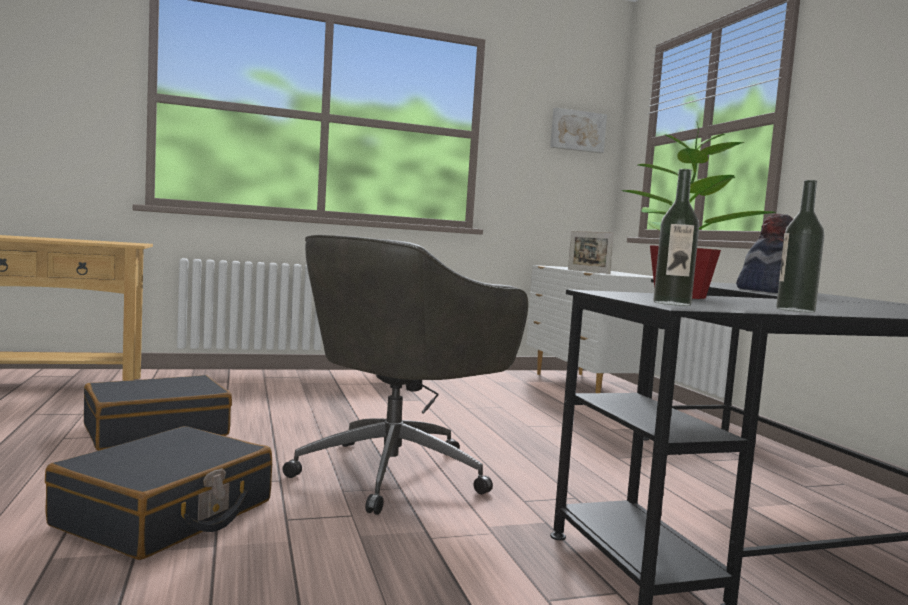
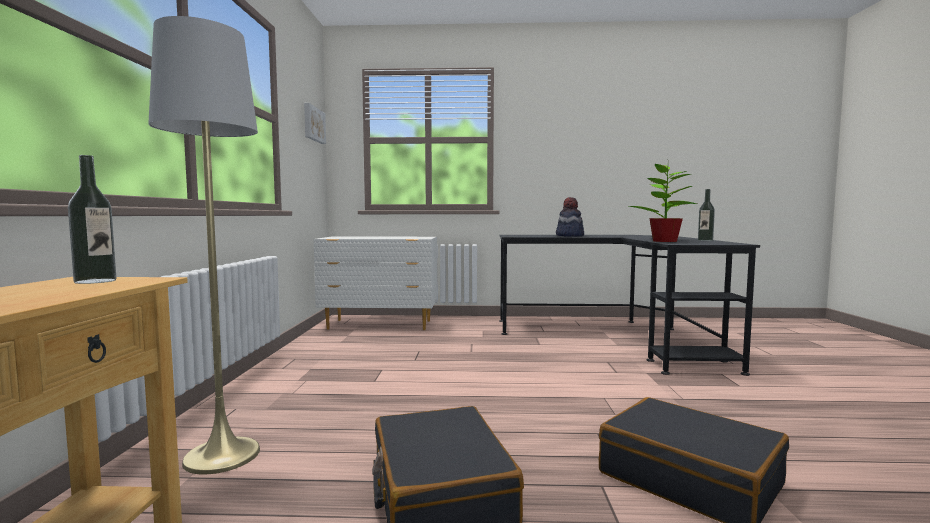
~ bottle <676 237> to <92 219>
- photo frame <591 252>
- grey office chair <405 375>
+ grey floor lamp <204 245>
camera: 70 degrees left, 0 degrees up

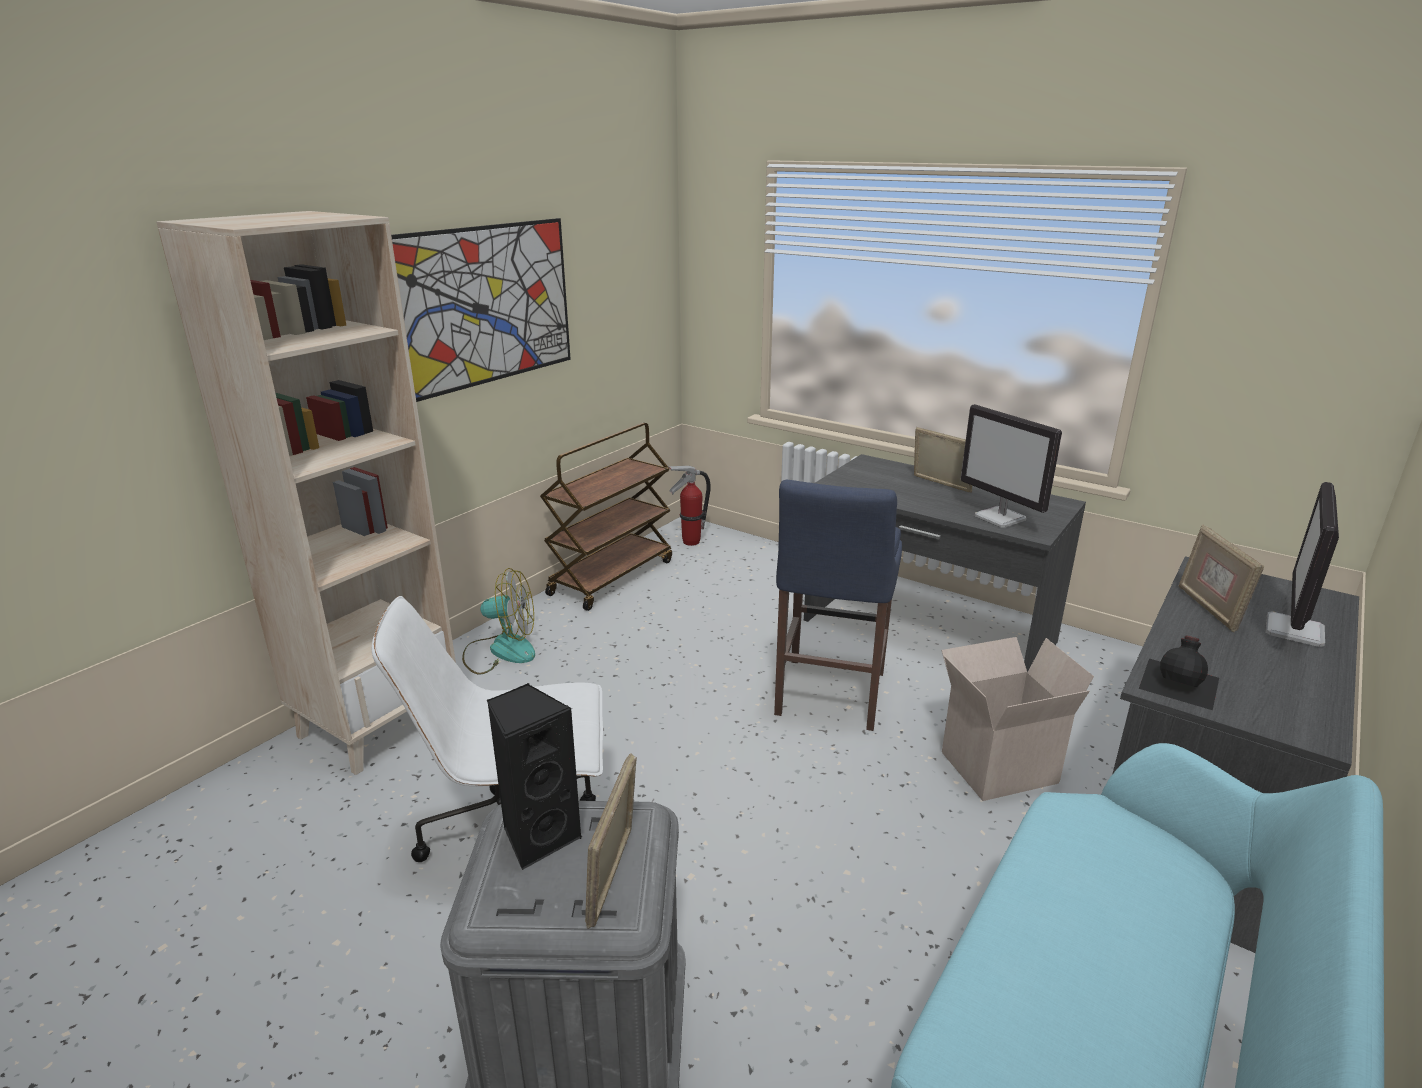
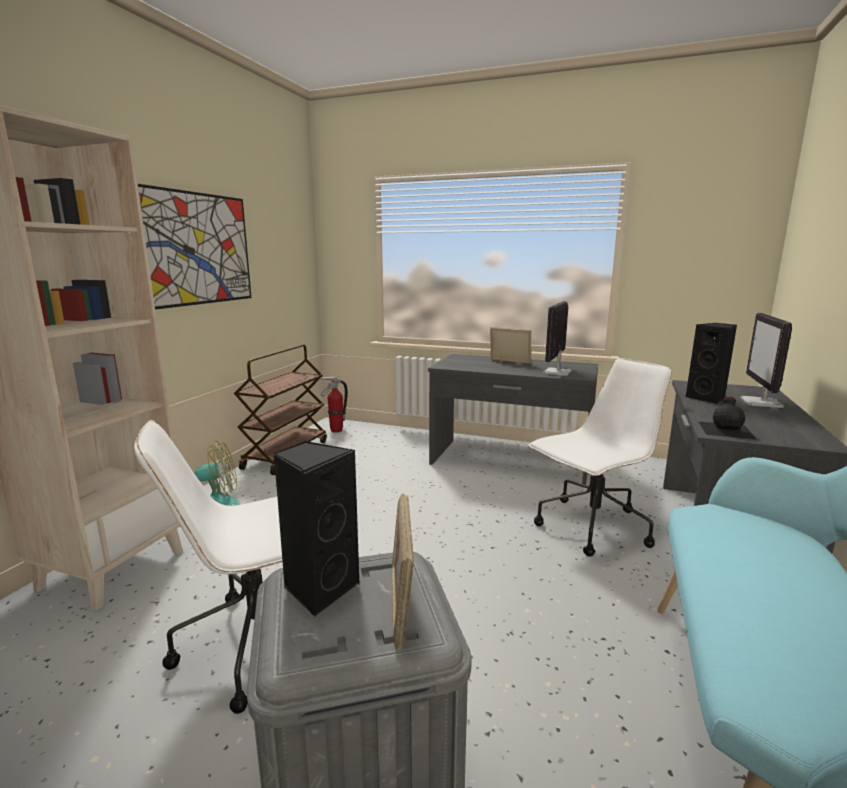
~ computer screen <1011 466> = <557 338> 75 degrees clockwise
- blue stool <838 605>
~ photo frame <1221 578> to blackish audio speaker <711 363>
~ carton <1017 719> to white office chair <600 457>
camera: 15 degrees left, 10 degrees down

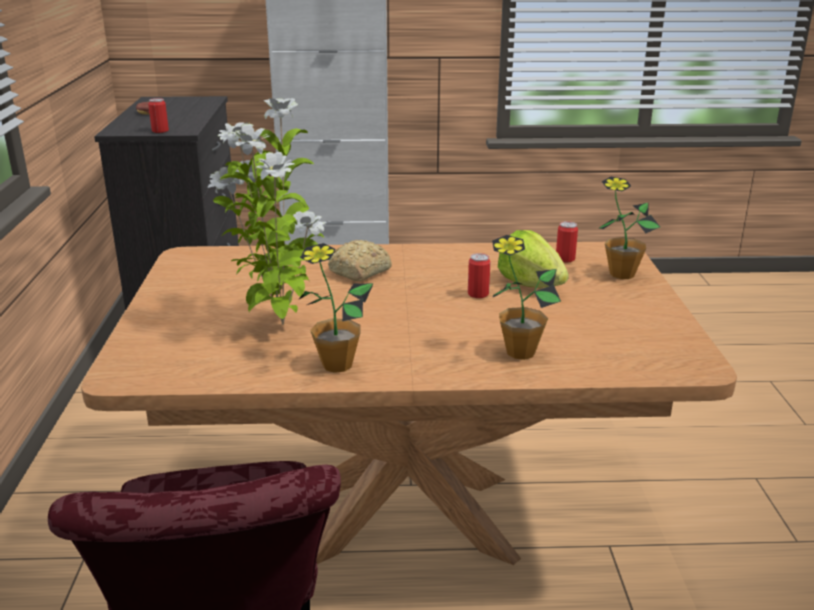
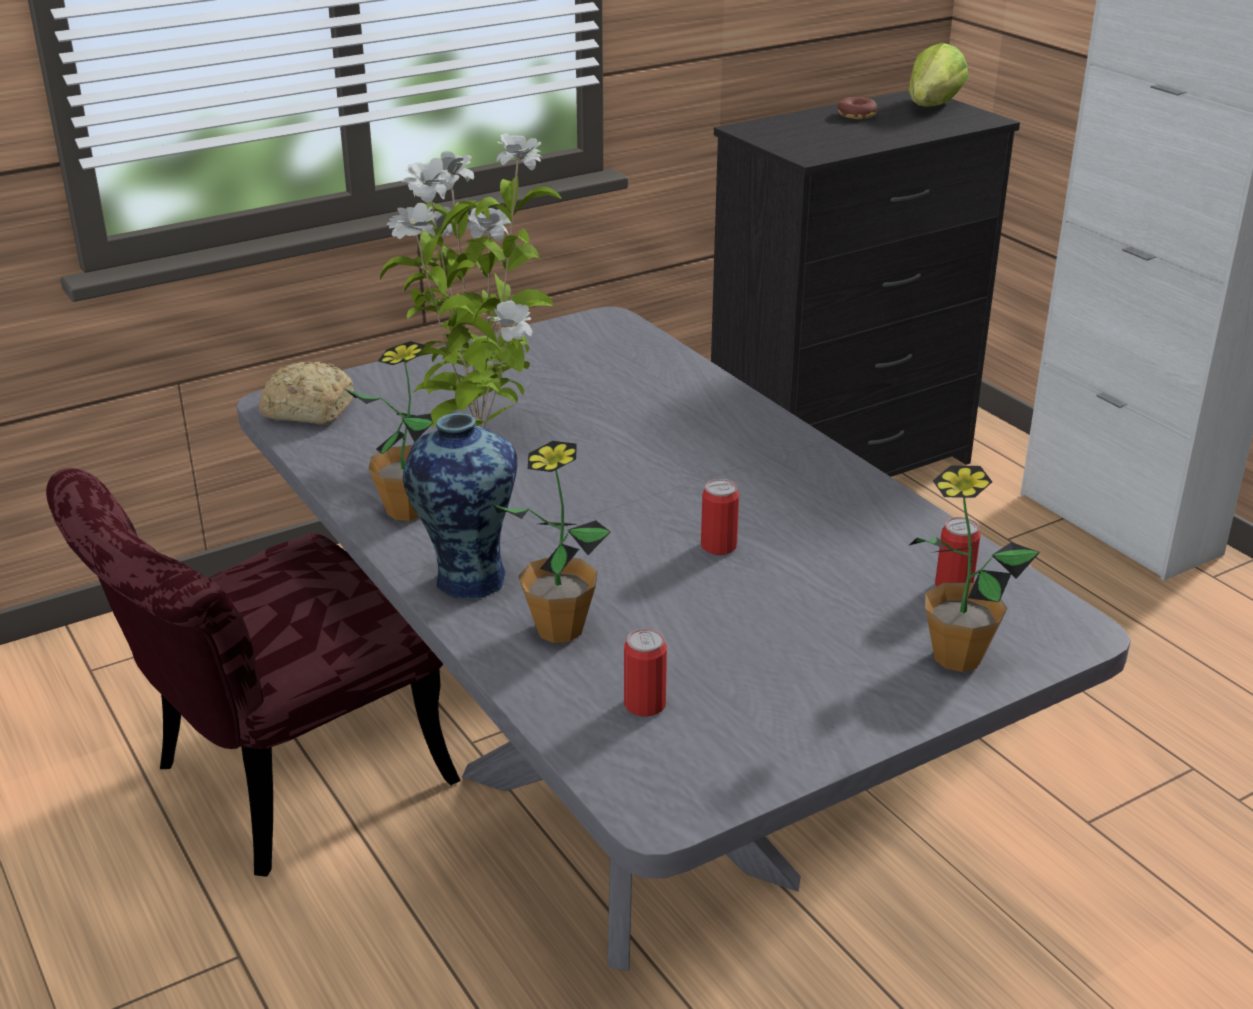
~ sealed can <158 115> to <645 672>
~ head of lettuce <533 259> to <938 75>
~ bread <360 260> to <306 392>
~ brown dining table <409 403> to grey dining table <684 639>
+ vase <460 506>
camera: 60 degrees right, 5 degrees up

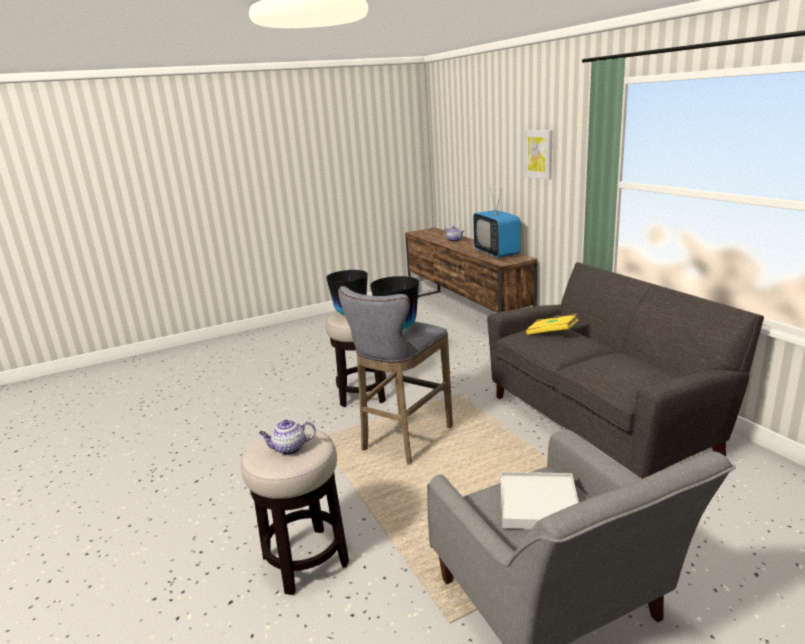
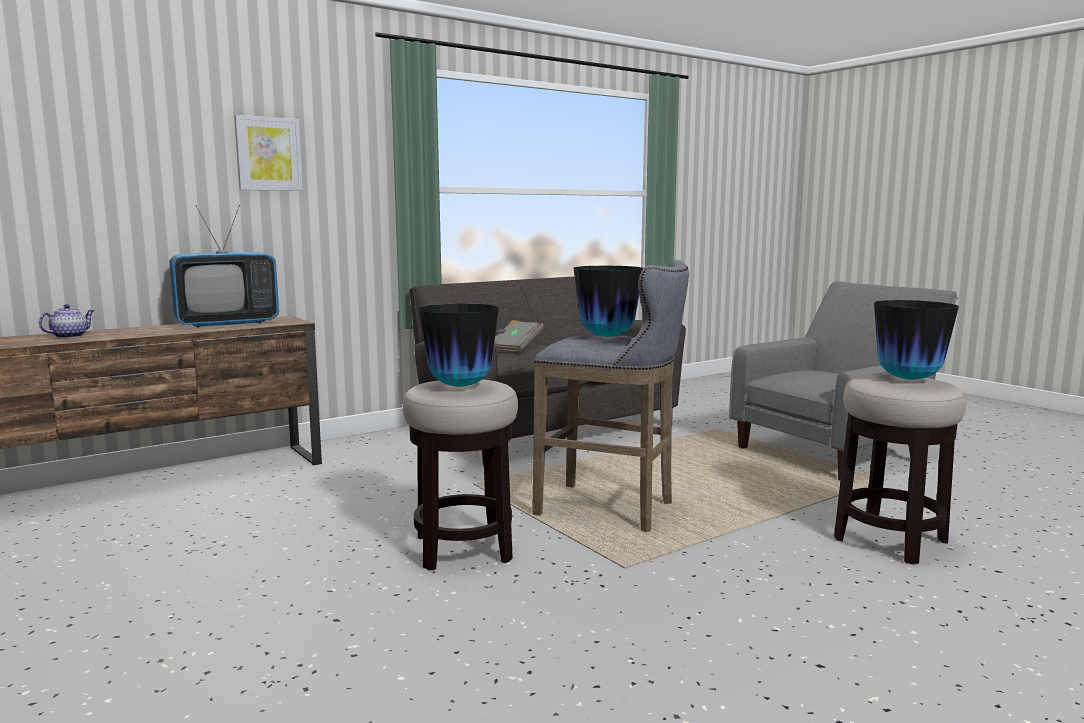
~ yellowish volume <552 324> to grey volume <519 336>
~ pot for tea <287 437> to vase <916 340>
- white carrying tray <539 500>
camera: 100 degrees left, 10 degrees down

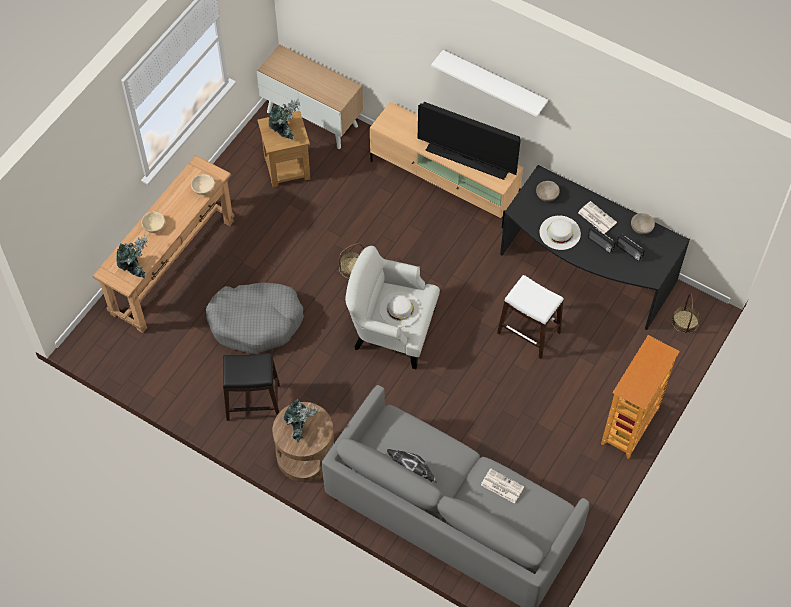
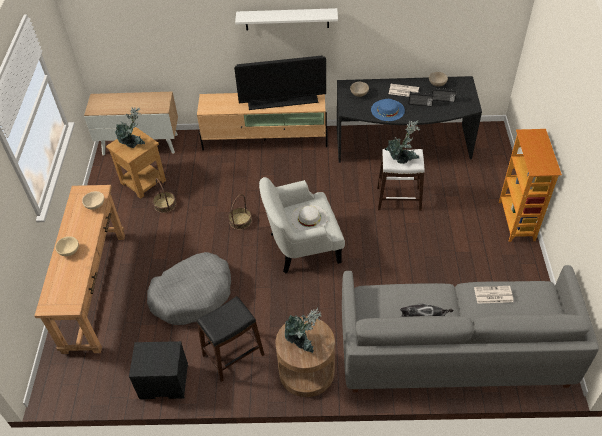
~ white clothing hat <560 232> to blue clothing hat <388 110>
~ potted plant <132 256> to <403 142>
~ basket <686 313> to <164 195>
+ blackish night table <158 370>
camera: 30 degrees left, 10 degrees down

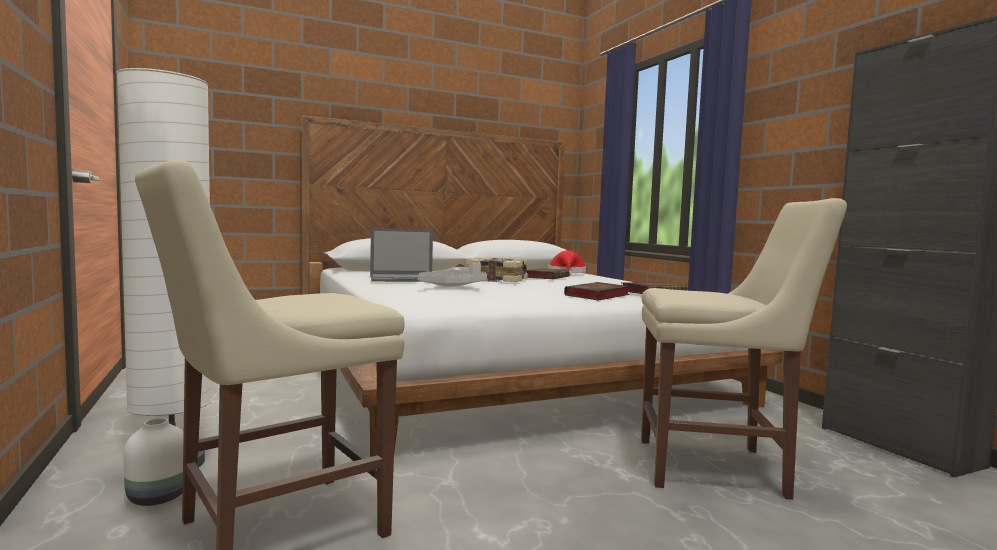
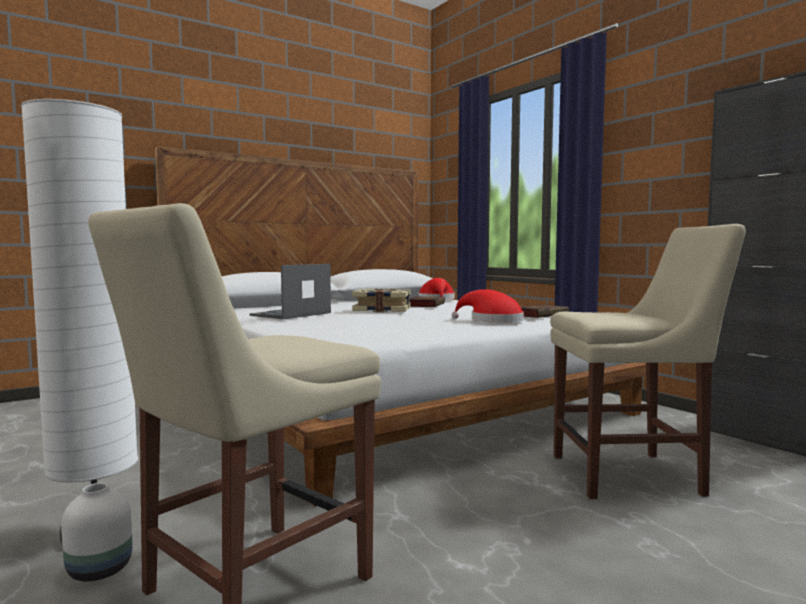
~ portable computer <401 255> = <290 291> 150 degrees clockwise
- grey carrying tray <452 275>
~ volume <597 291> to red clothing hat <488 306>
camera: 10 degrees left, 0 degrees up

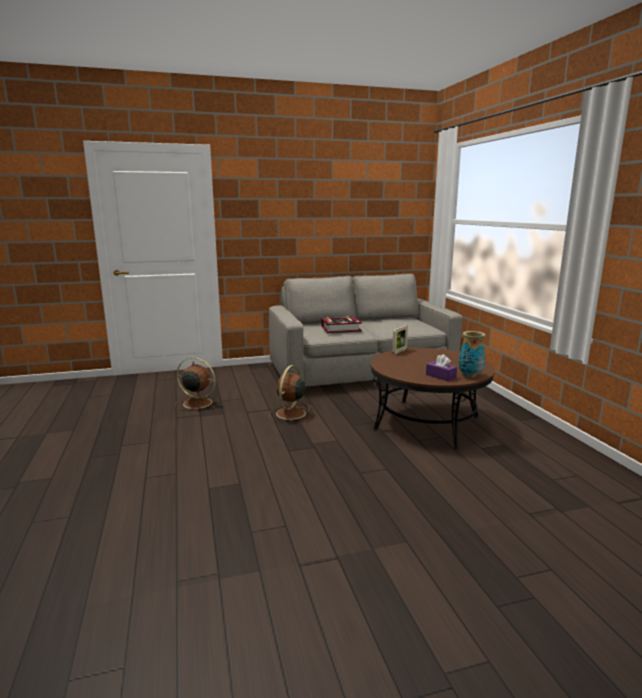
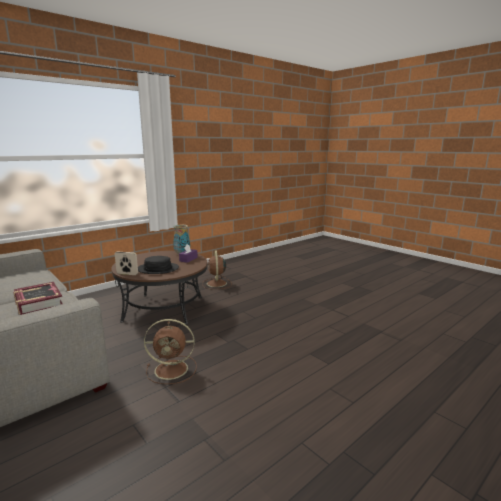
~ brown electric fan <197 384> to <217 269>
+ blackish clothing hat <158 265>
camera: 115 degrees left, 0 degrees up

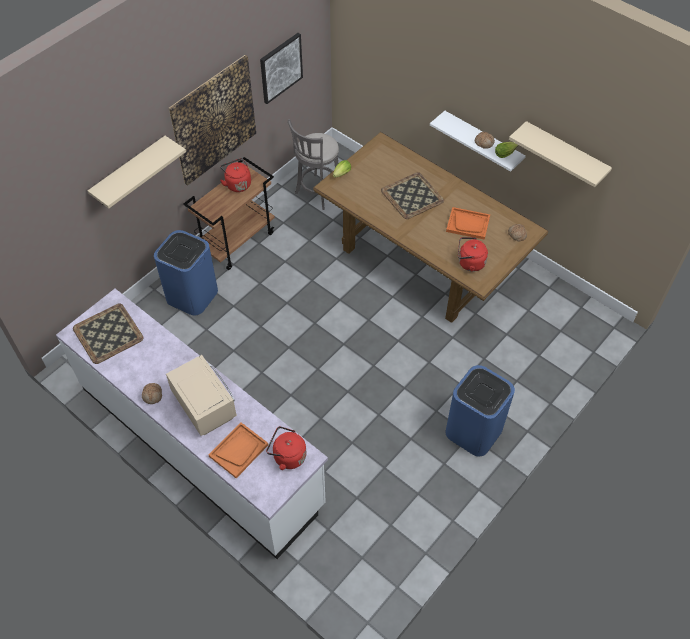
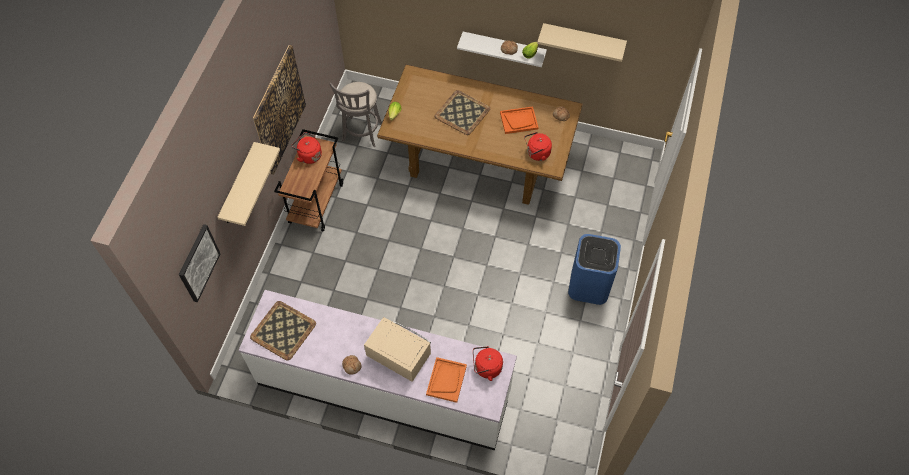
~ wall art <281 68> to <199 263>
- blue trash can <186 272>
camera: 25 degrees left, 5 degrees up

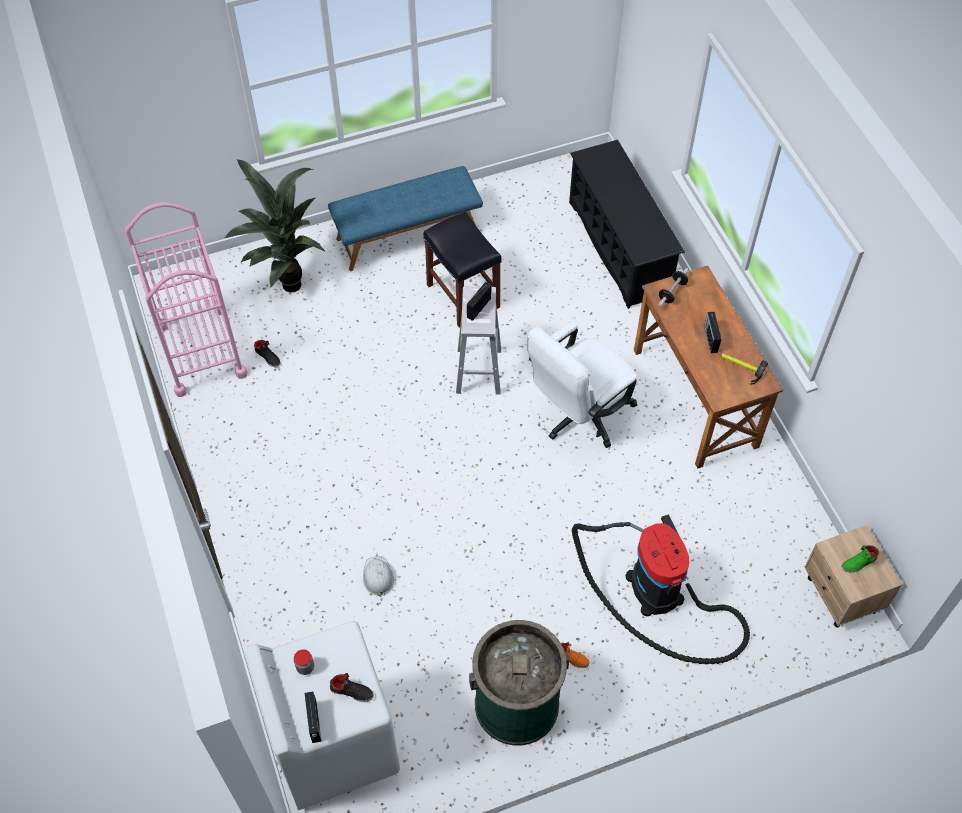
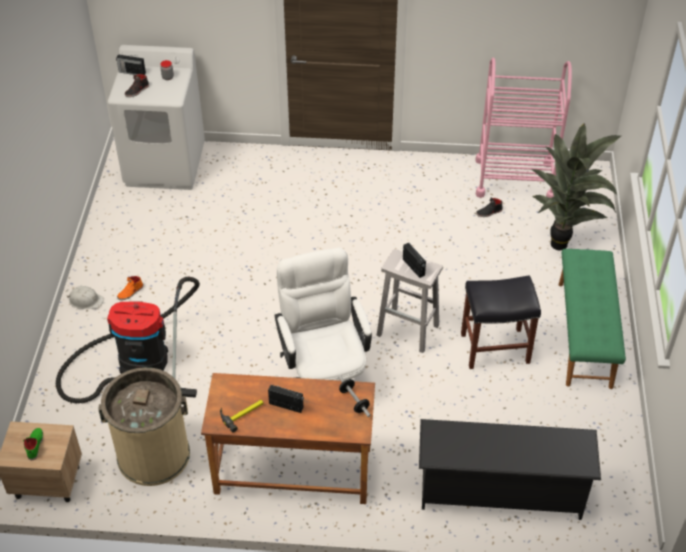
~ blue indoor bench <405 218> to greenish indoor bench <592 319>
~ white hard hat <378 576> to <85 297>
- greenish trash can <519 683>
+ beige-coloured trash can <144 426>
camera: 115 degrees right, 10 degrees down

